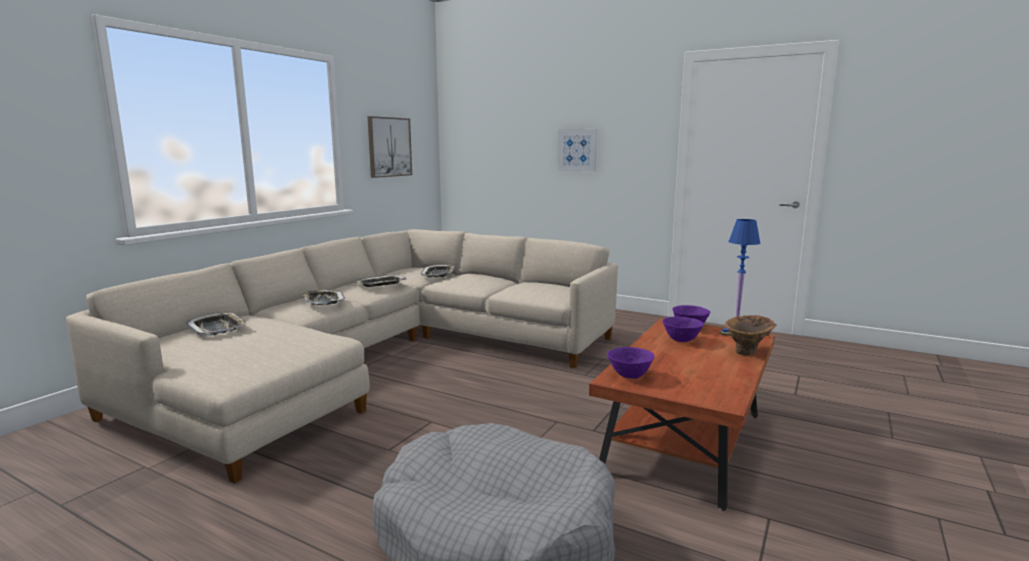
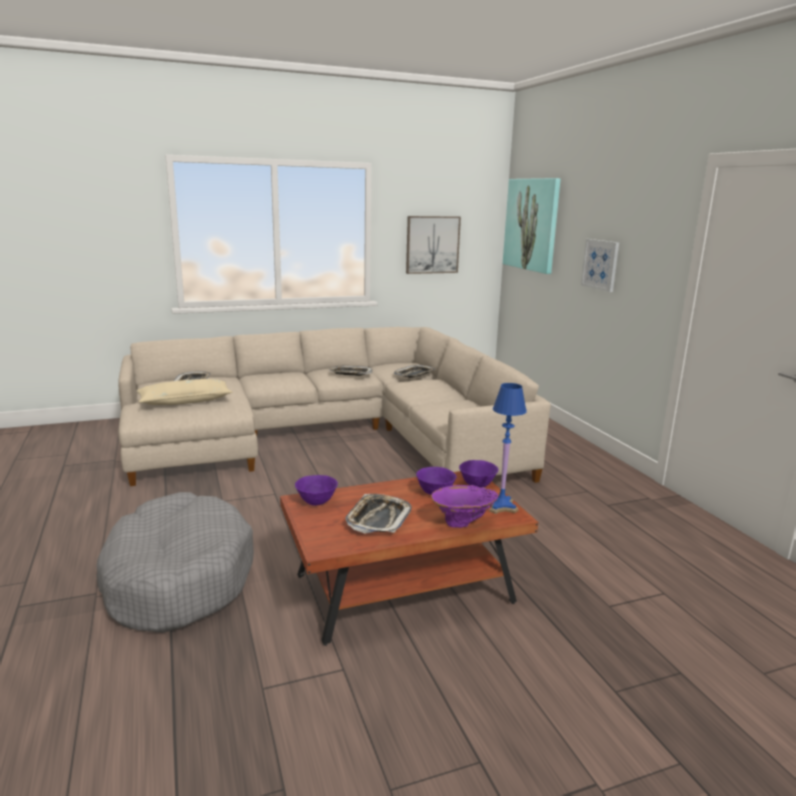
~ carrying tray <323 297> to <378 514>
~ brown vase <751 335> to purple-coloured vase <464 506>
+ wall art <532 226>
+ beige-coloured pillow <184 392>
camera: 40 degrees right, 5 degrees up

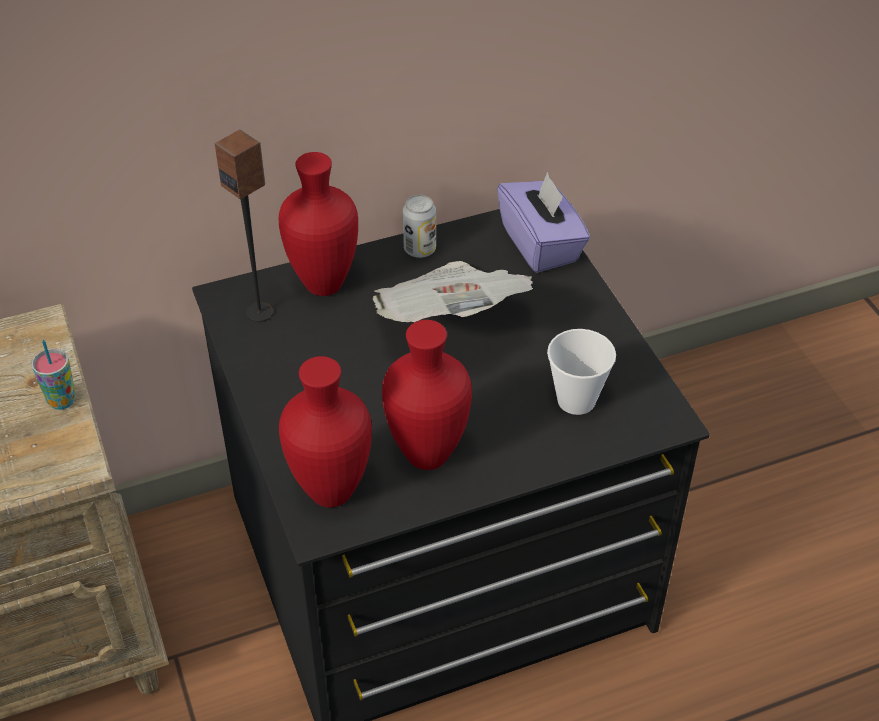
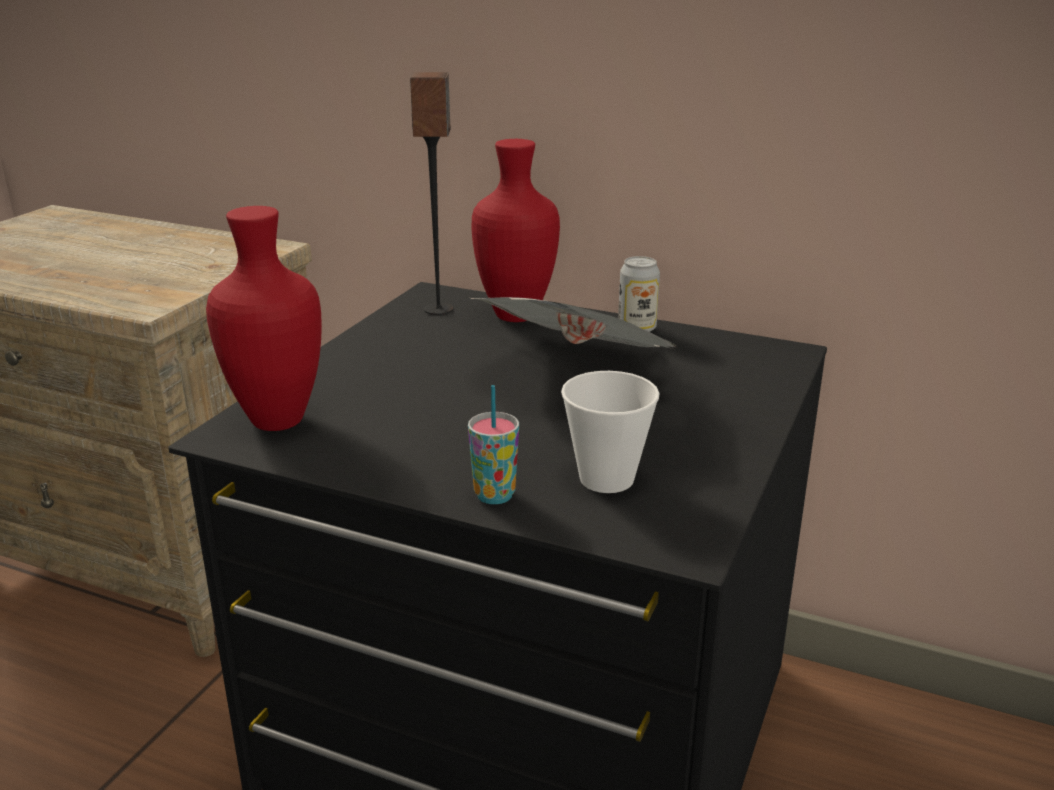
- purple-coloured tissue box <543 222>
- red vase <427 395>
~ cup <53 375> to <493 444>
camera: 45 degrees right, 20 degrees down

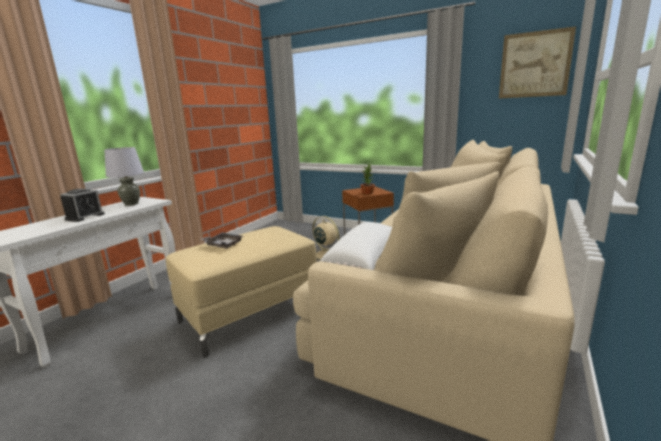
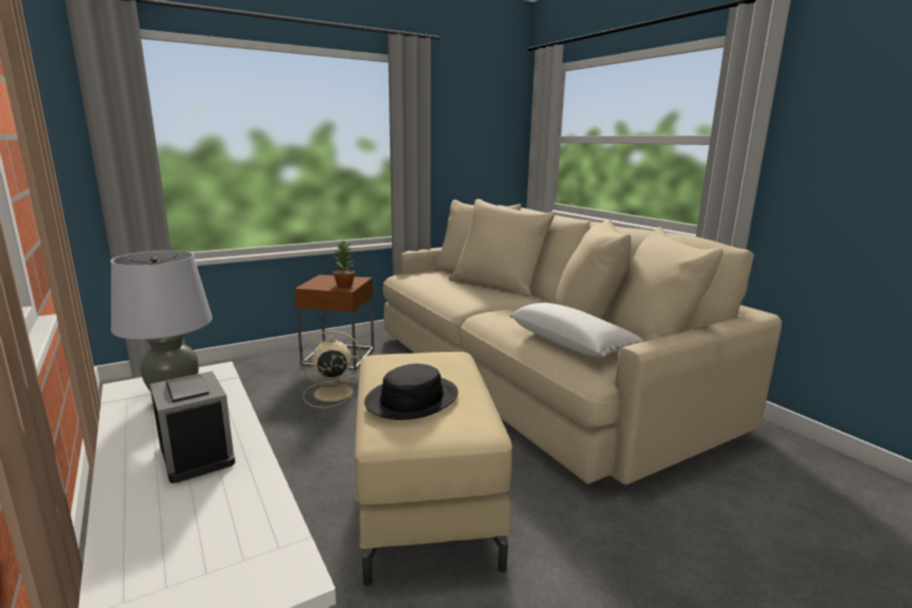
- wall art <537 62>
~ grey carrying tray <221 240> to blackish clothing hat <411 392>
camera: 60 degrees left, 0 degrees up

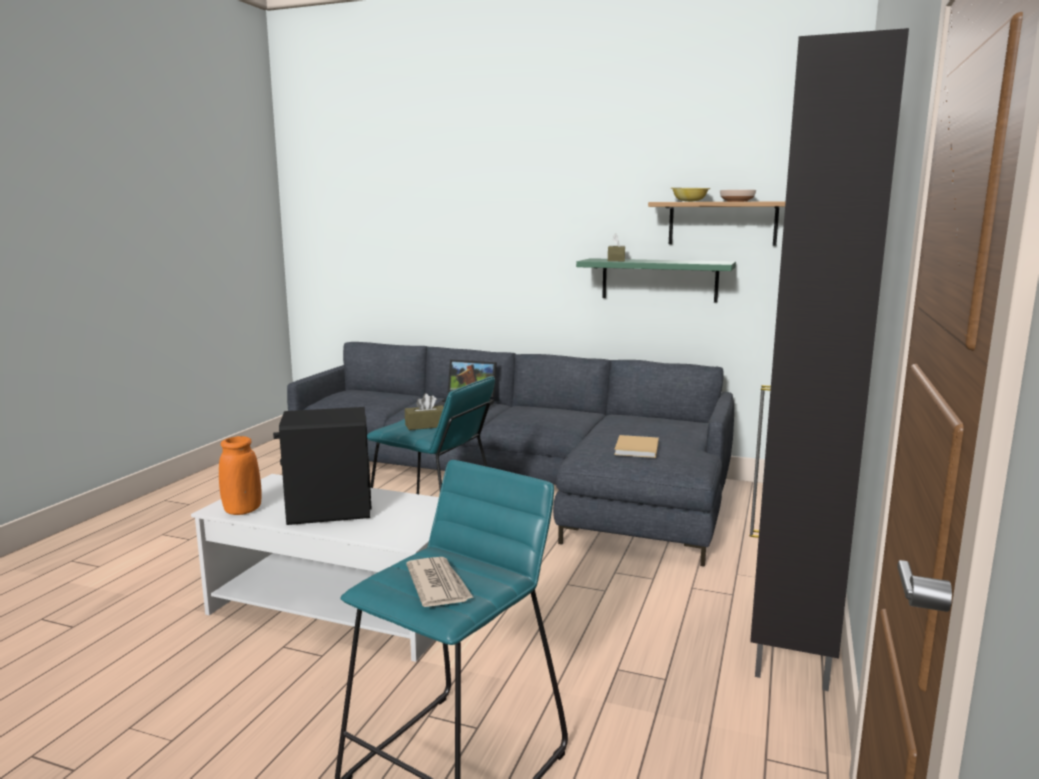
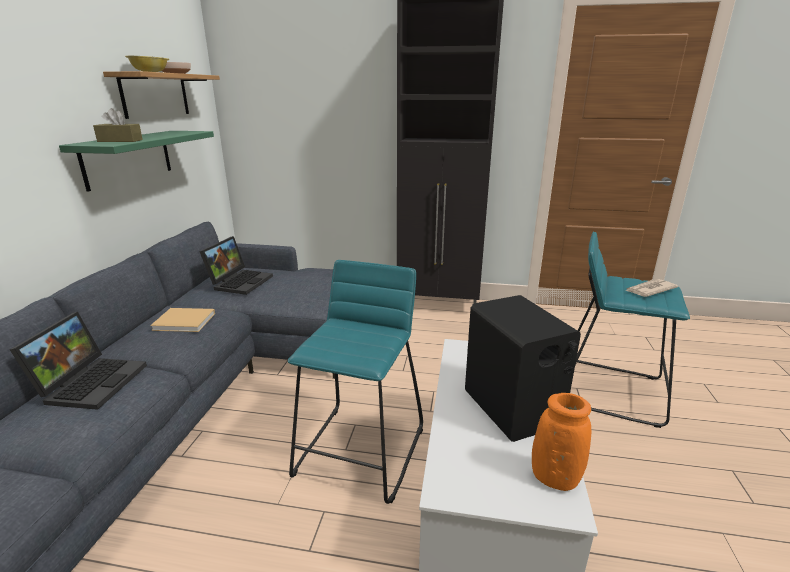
- brown tissue box <424 411>
~ beige-coloured volume <636 446> to <182 320>
+ portable computer <236 265>
camera: 100 degrees left, 10 degrees up

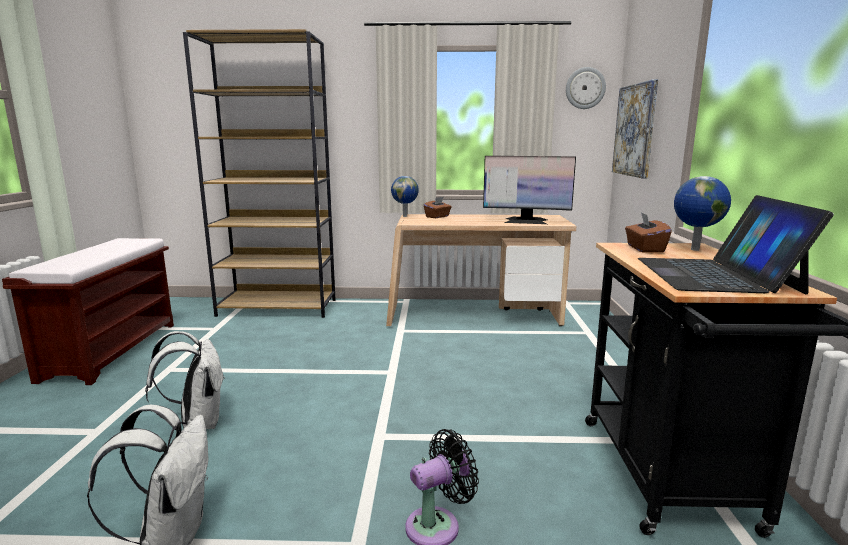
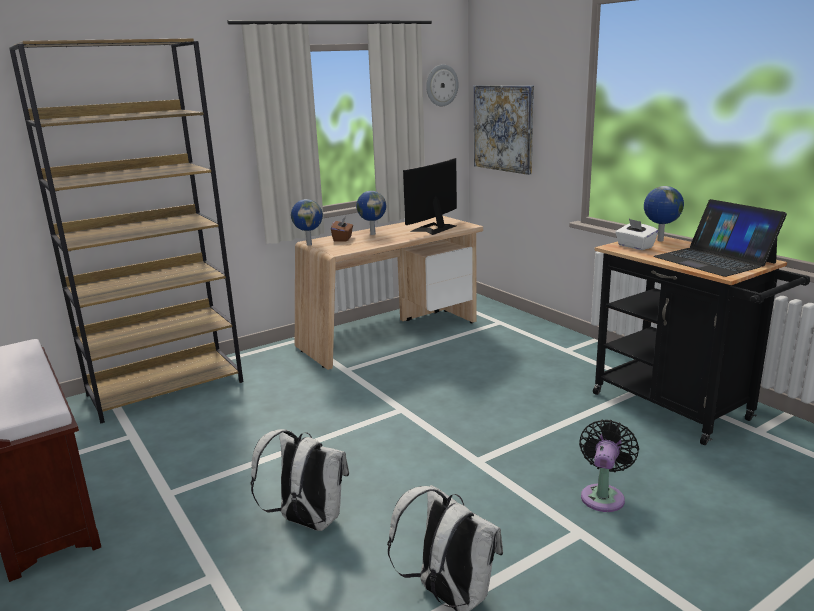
~ computer screen <529 190> = <430 196> 150 degrees clockwise
~ brown tissue box <648 232> to white tissue box <636 234>
+ world globe <371 213>
camera: 35 degrees left, 5 degrees up

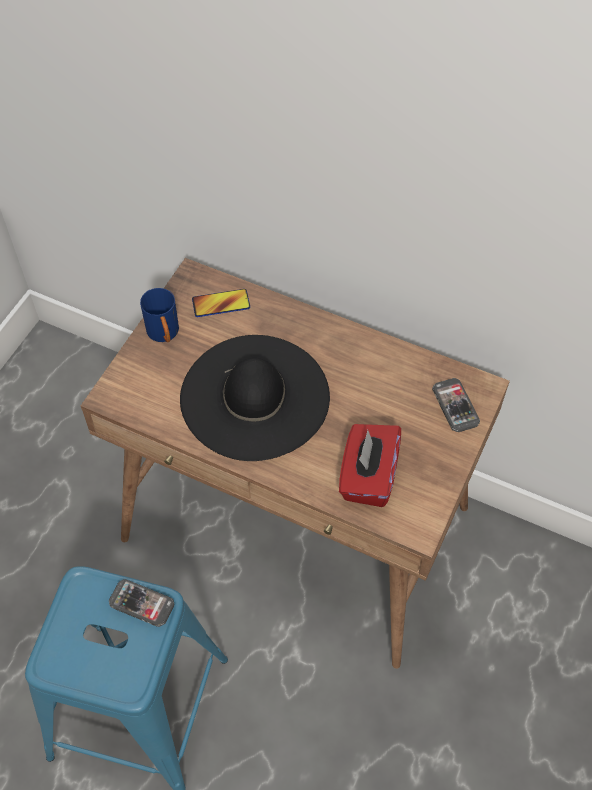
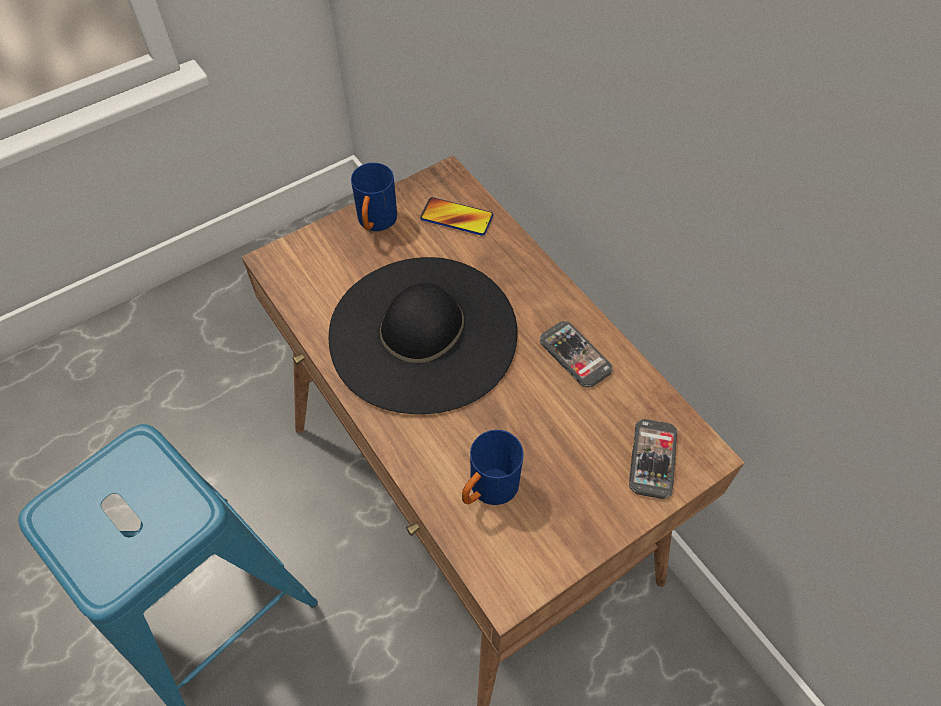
~ red tissue box <370 465> to blue tea mug <493 467>
~ telephone <141 603> to <576 354>
camera: 30 degrees right, 0 degrees up

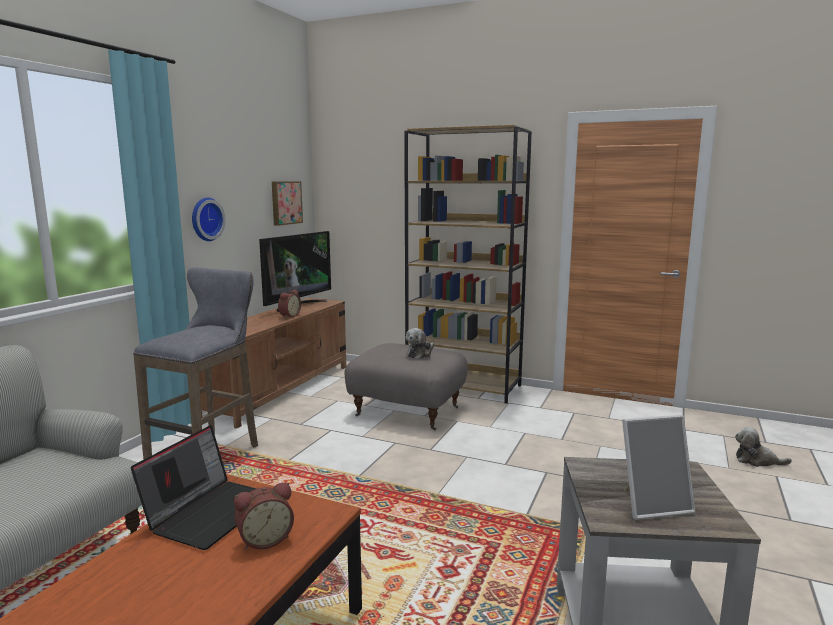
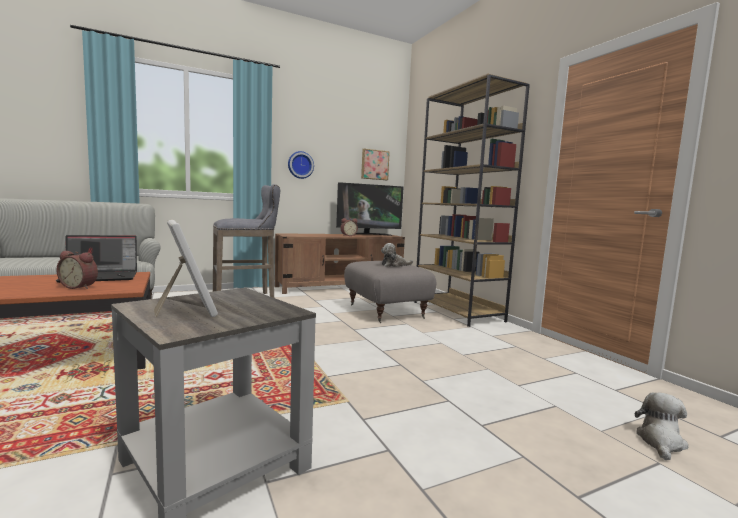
~ photo frame <659 467> = <186 268> 150 degrees counterclockwise
~ soft toy <763 447> = <662 426> 60 degrees clockwise
camera: 40 degrees right, 5 degrees down

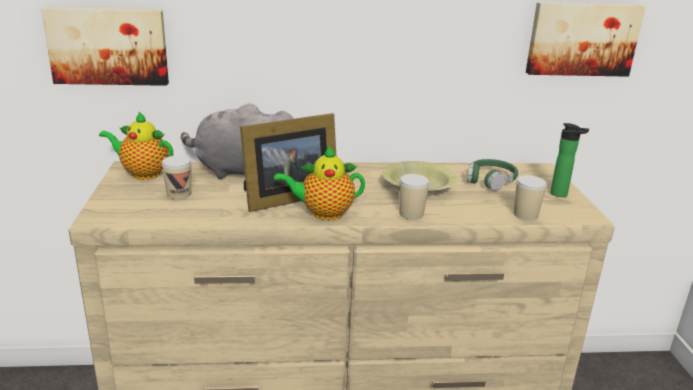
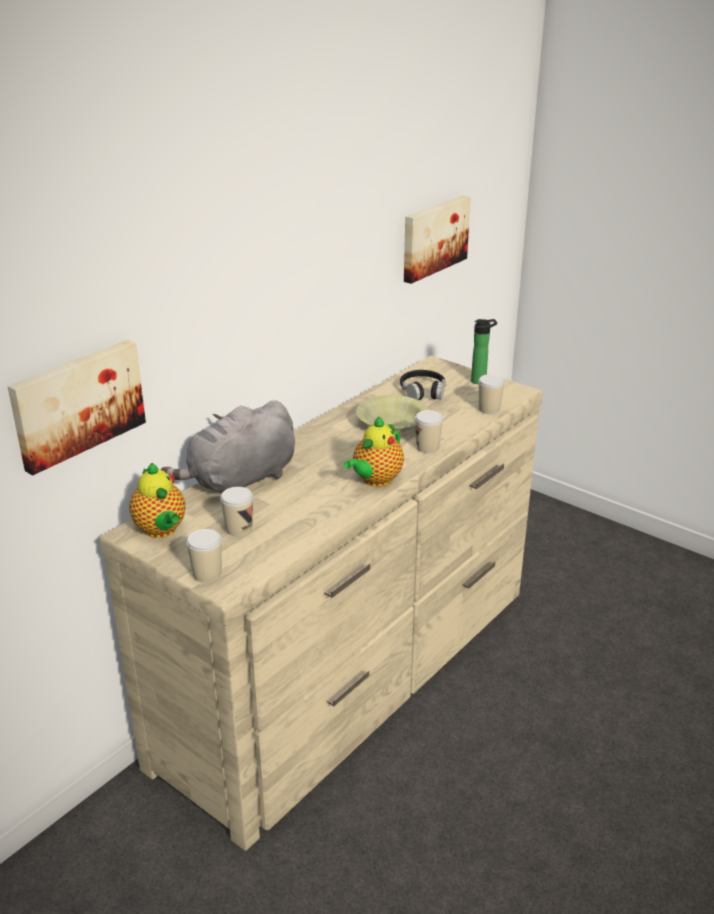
~ pot for tea <136 145> = <157 500> 90 degrees counterclockwise
- photo frame <288 162>
~ greenish headphones <492 175> to blackish headphones <422 385>
+ cup <204 556>
camera: 45 degrees left, 5 degrees up

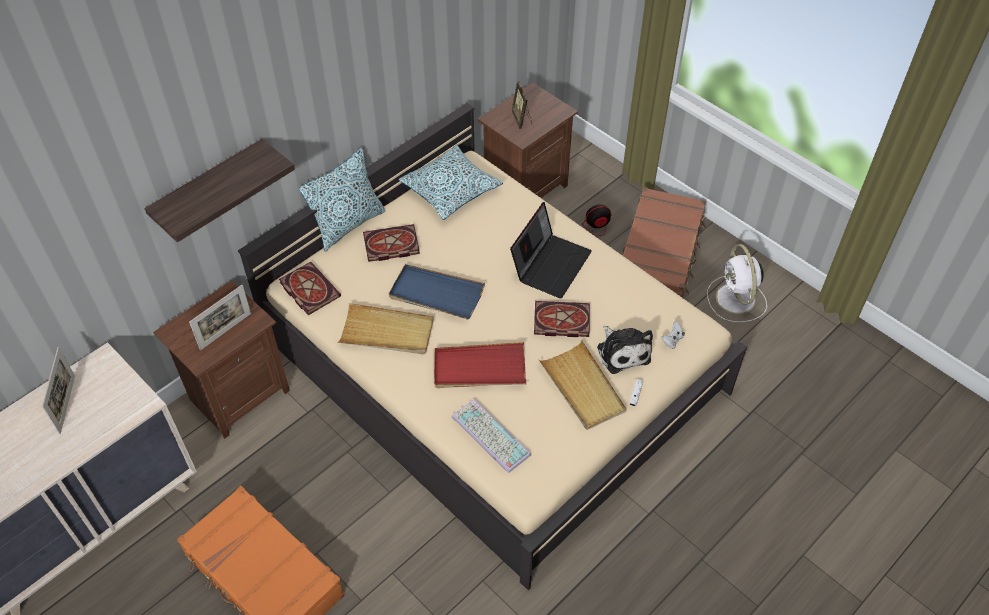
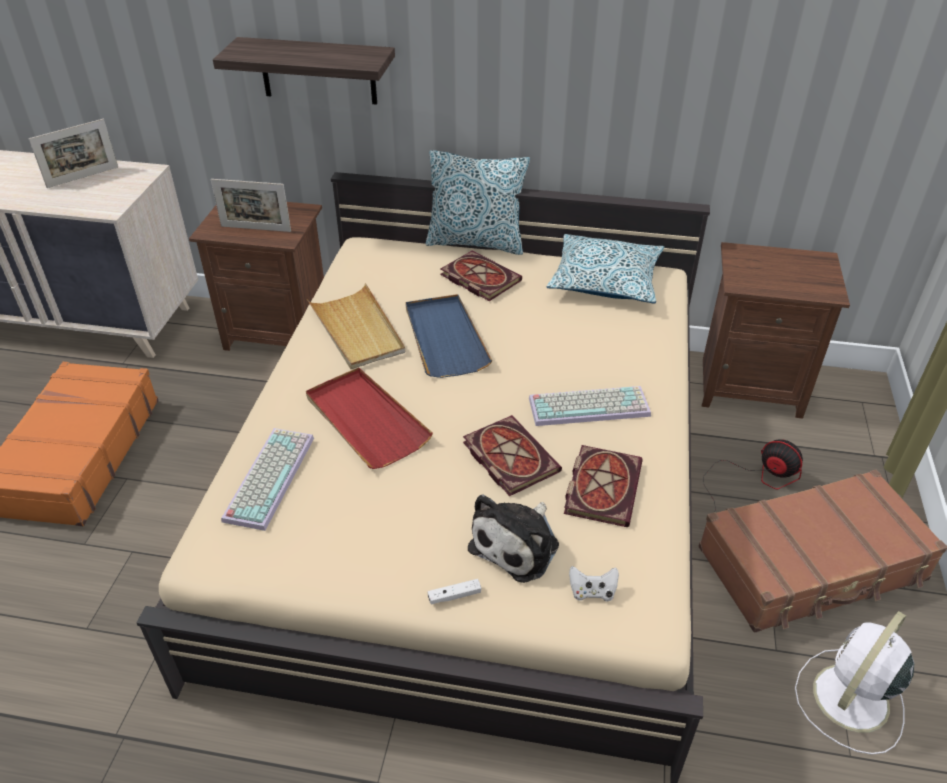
- photo frame <522 105>
~ portable computer <551 250> to keyboard <590 406>
~ volume <310 288> to <603 486>
- beige-coloured carrying tray <582 385>
camera: 55 degrees right, 10 degrees down

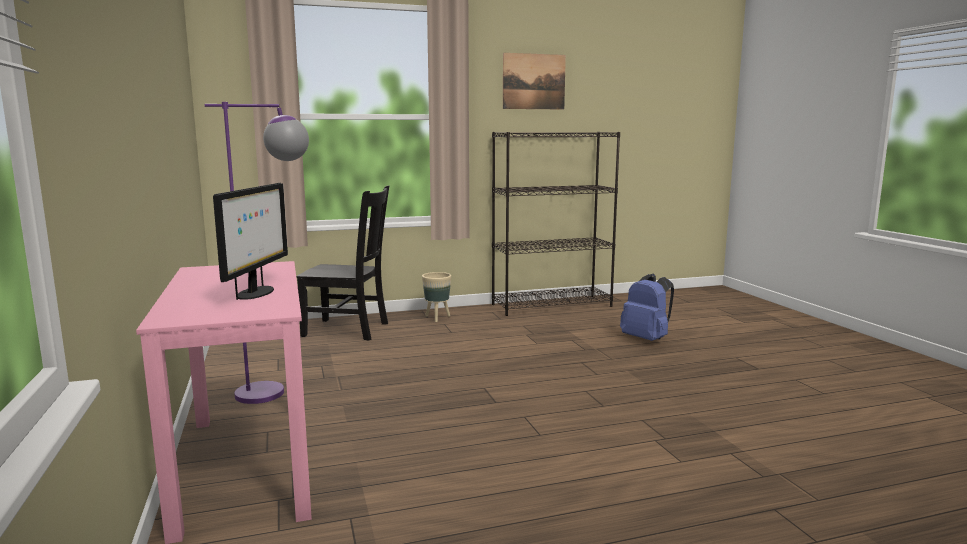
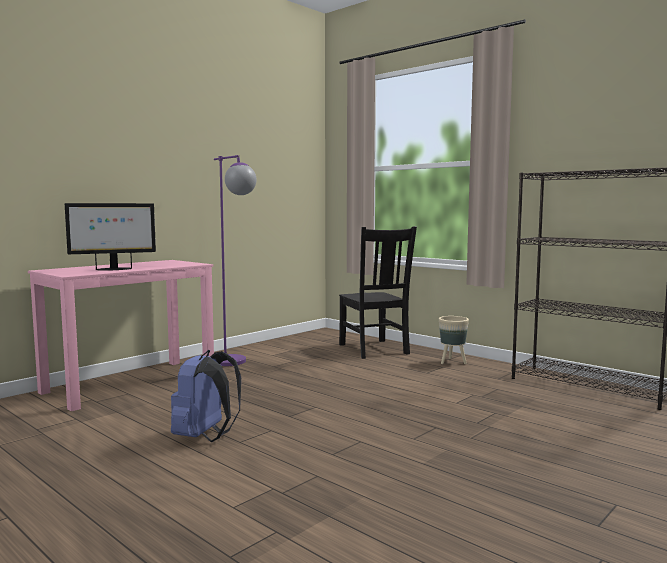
- wall art <534 81>
~ blue knapsack <647 307> to <206 396>
camera: 60 degrees right, 5 degrees down

